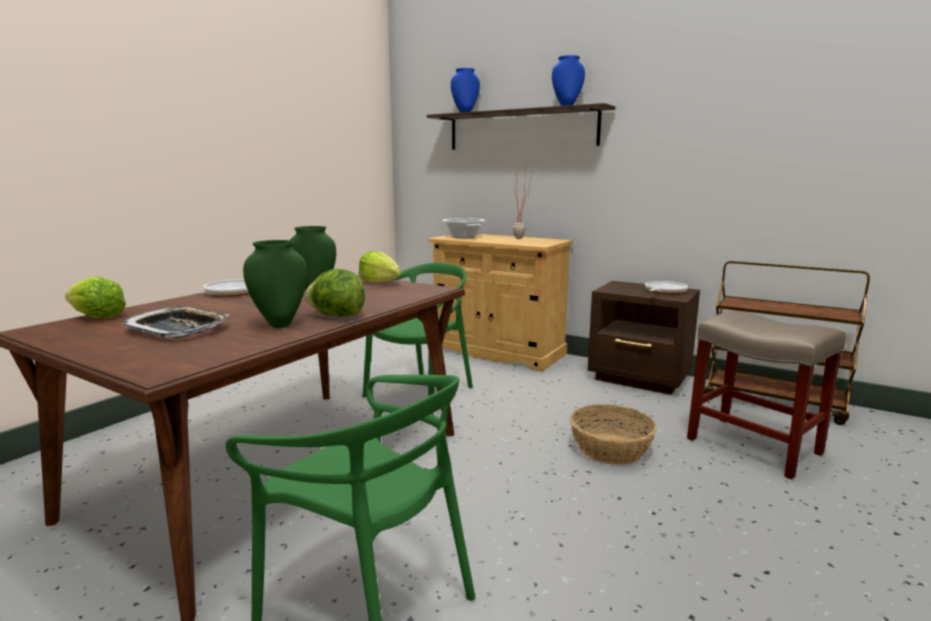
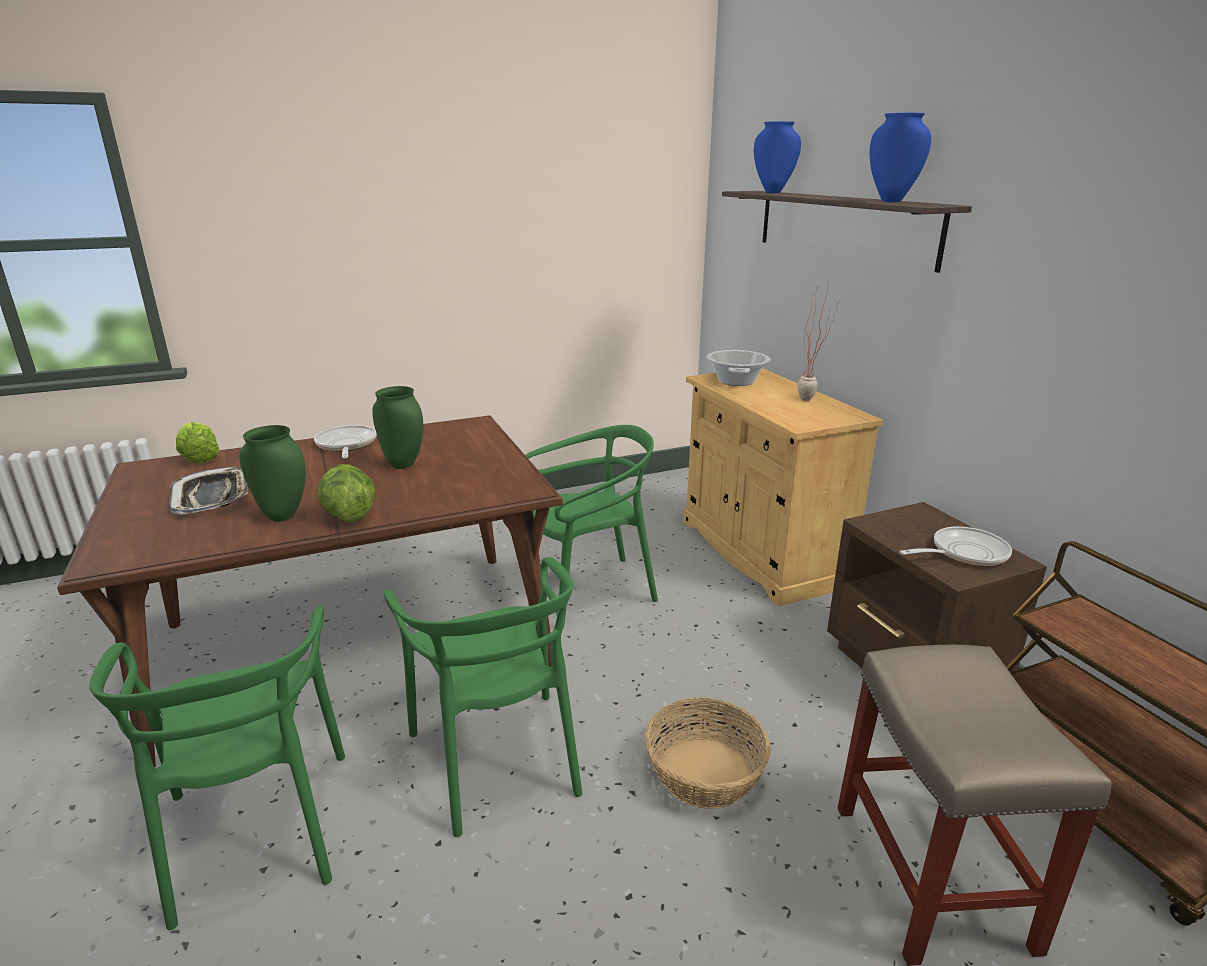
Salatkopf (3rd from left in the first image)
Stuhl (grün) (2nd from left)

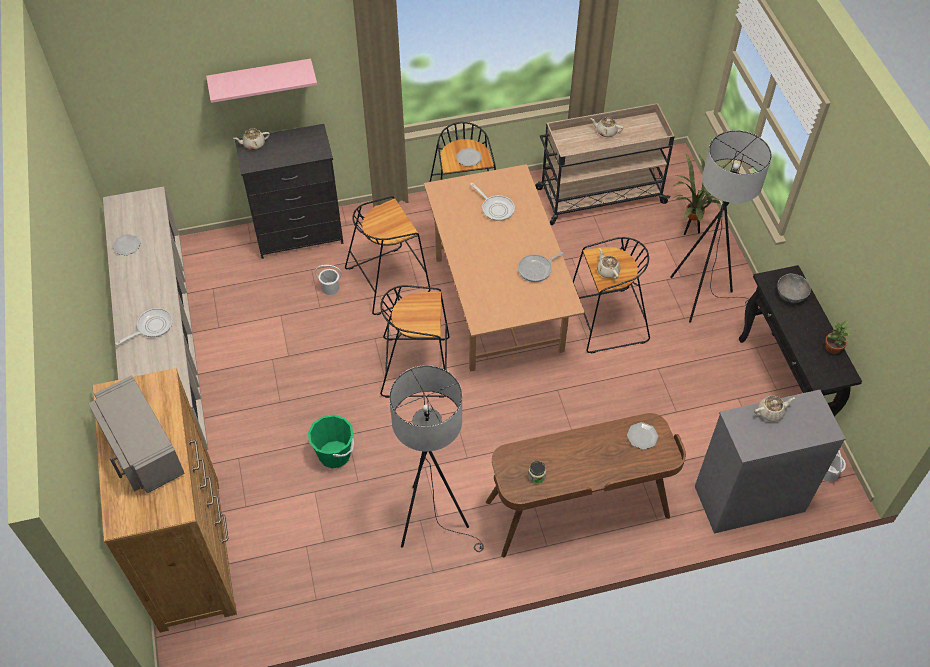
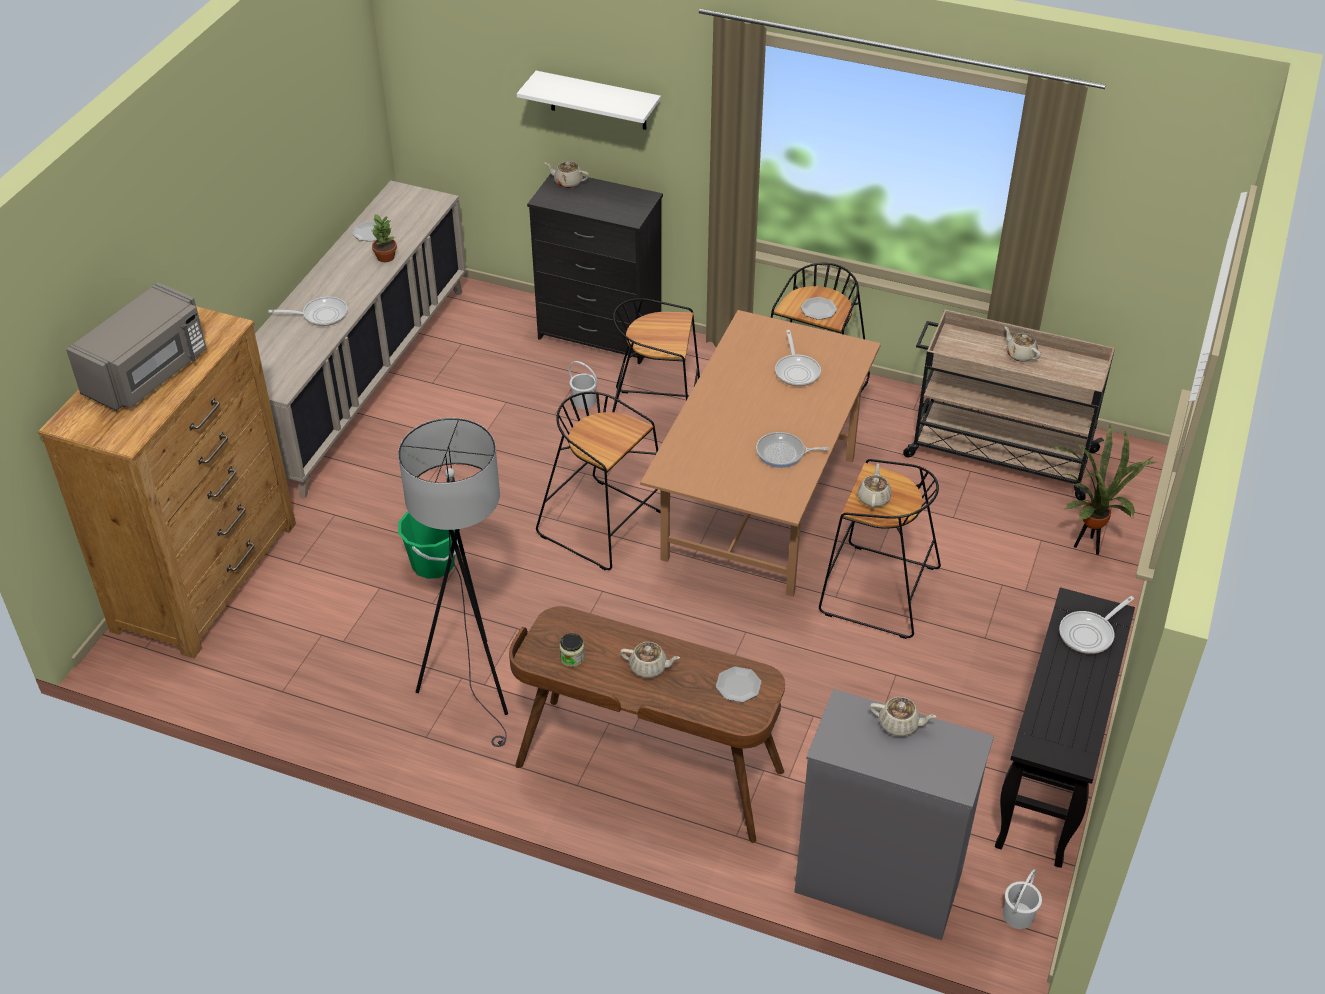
Wandregal (weiß)
Stehlampe (grau) (2nd from left in the first image)
Pfanne (4th from left)
Topfpflanze (1st from left)
Mikrowelle (grau)
Teekanne (beige) (2nd from left)

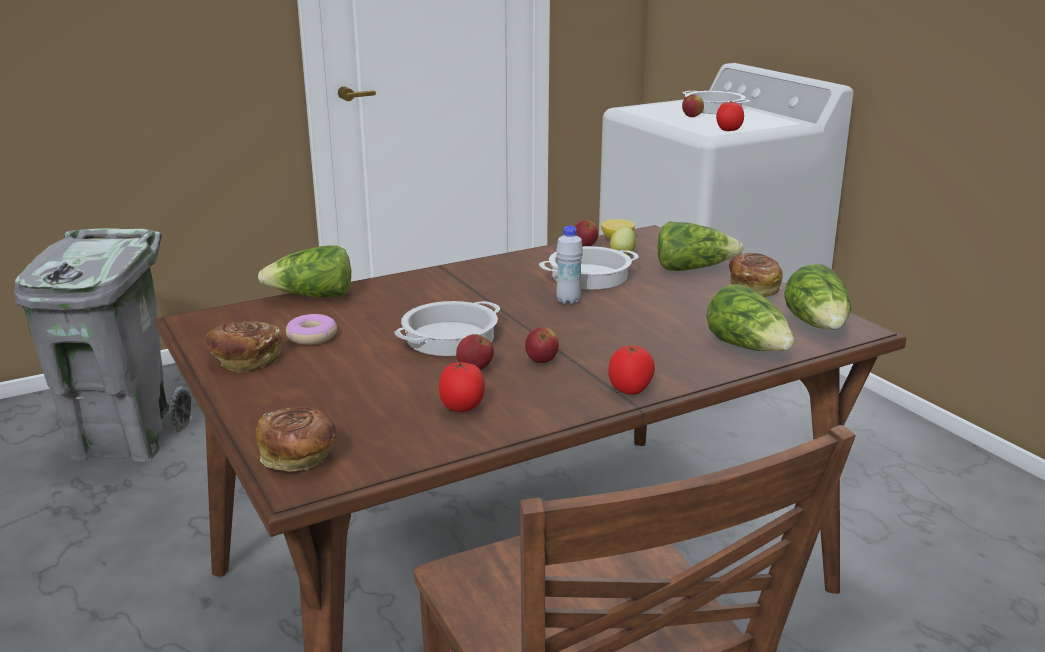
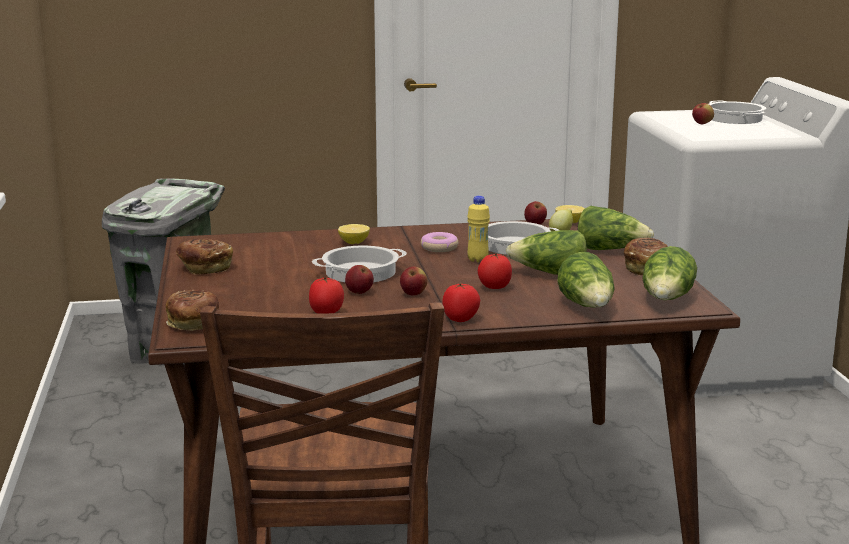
Tomate (3rd from left)
Flasche (gelb)
Salatkopf (1st from left)
Donut
Zitrone (1st from left)

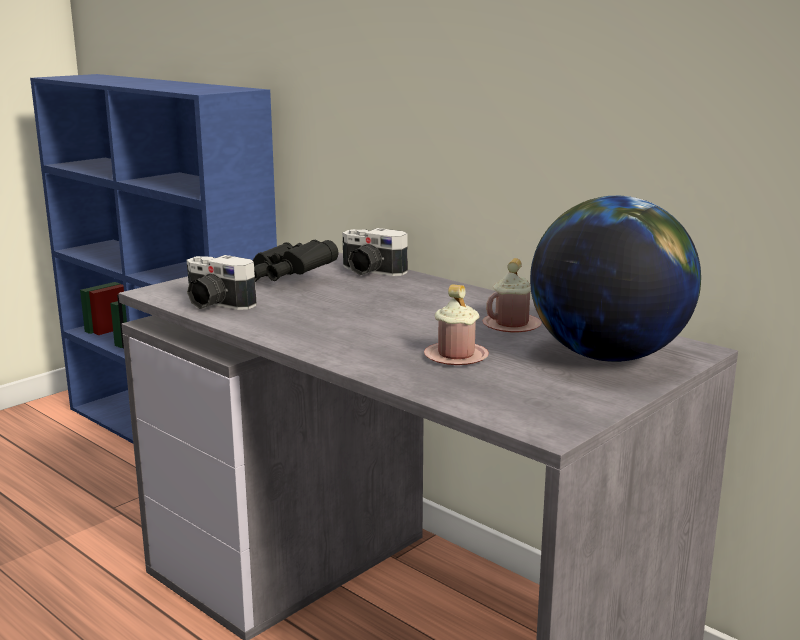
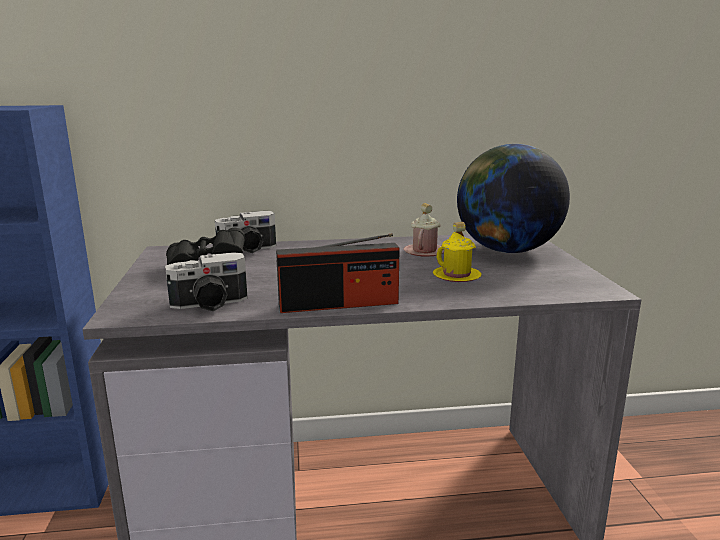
Henkelbecher (gelb)
Radio

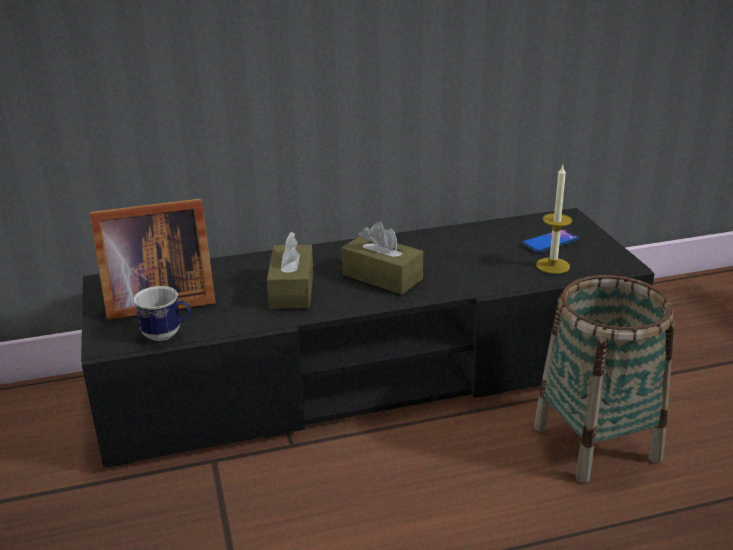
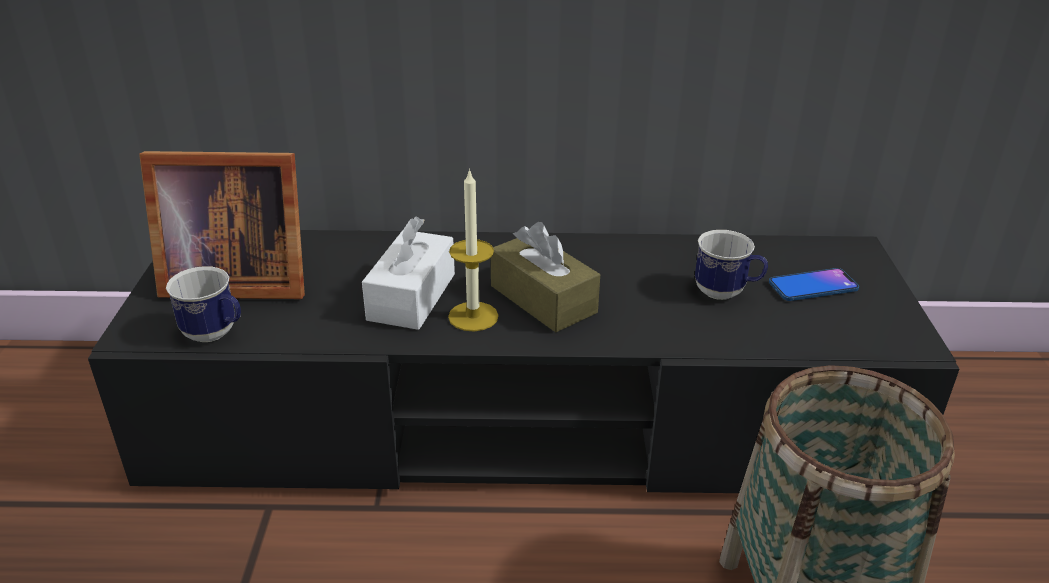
Kerze
Taschentuchbox (weiß)
Henkelbecher (2nd from left)

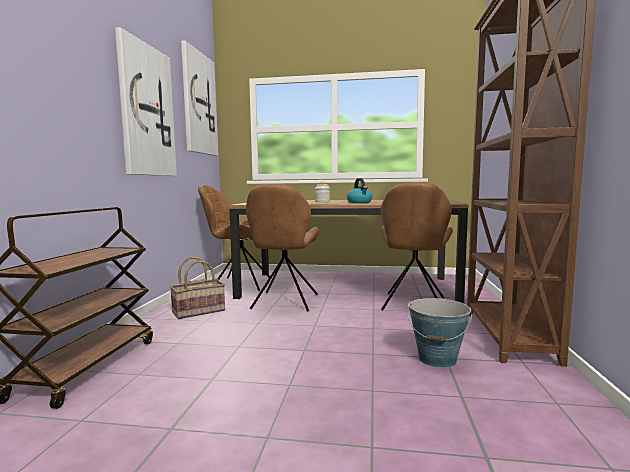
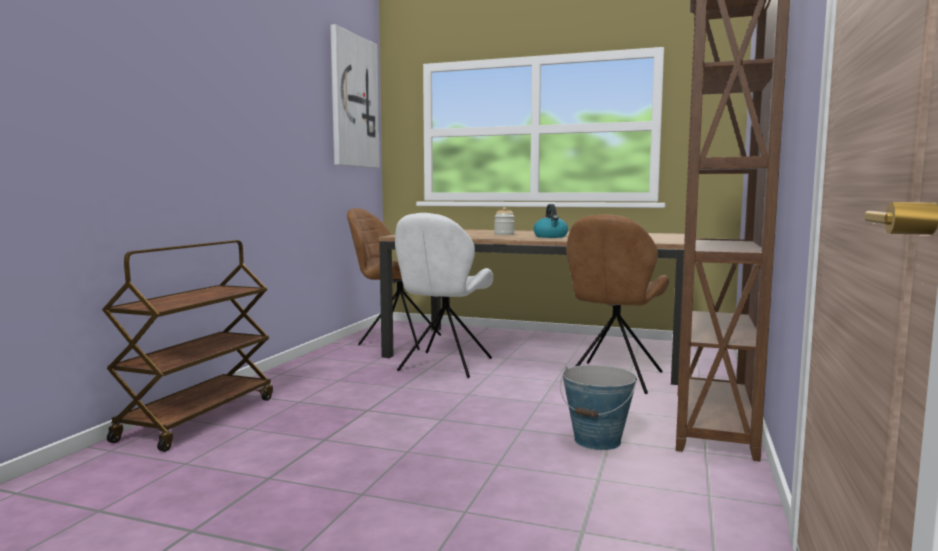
Bild (1st from left in the first image)
Stuhl (weiß)
Korb

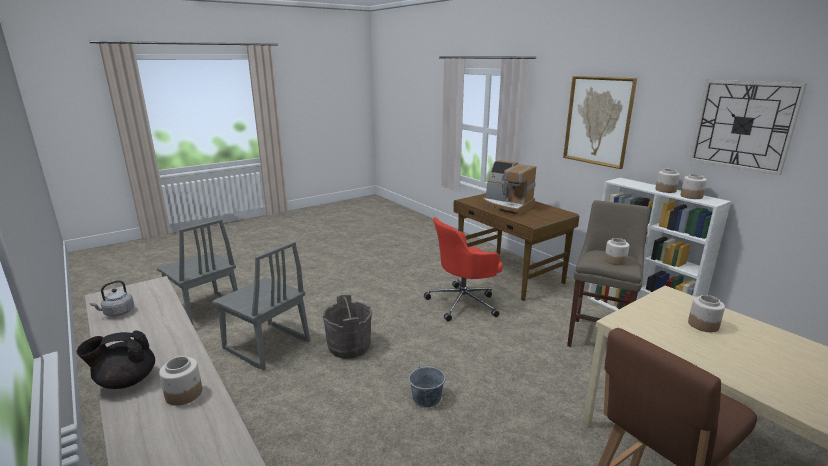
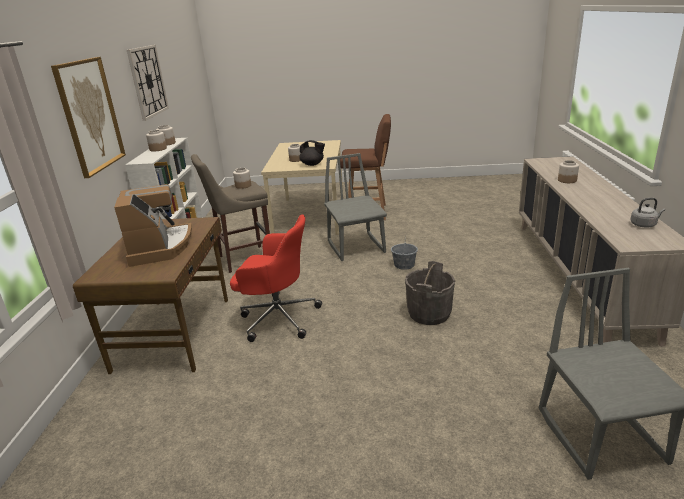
Stuhl (grau) (1st from left)
Teekanne (schwarz)

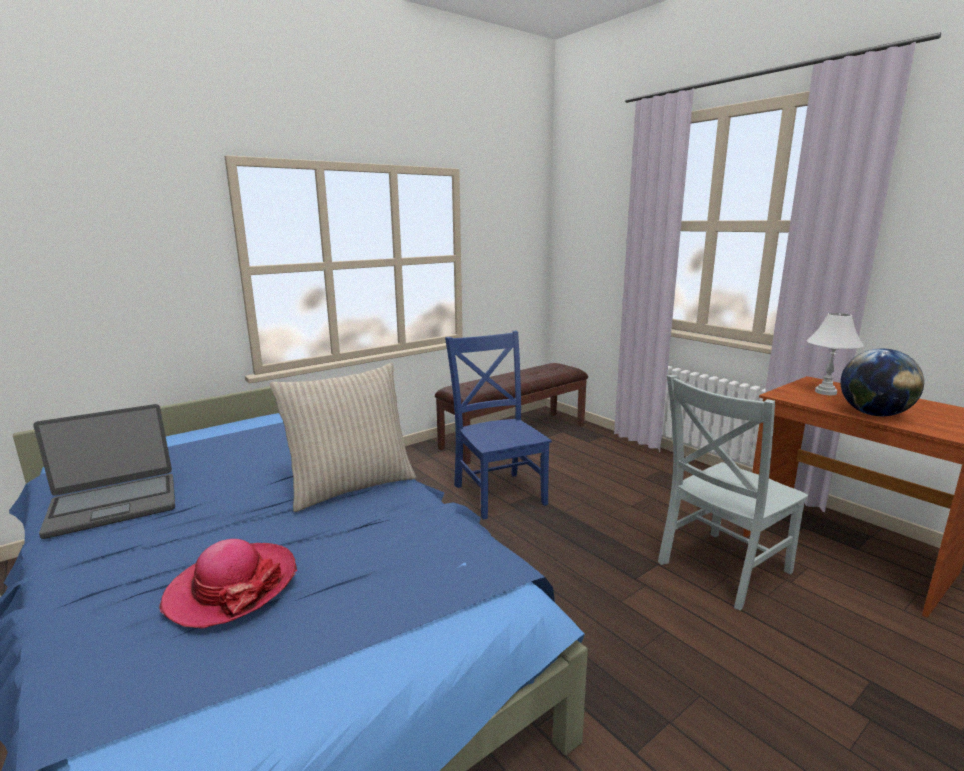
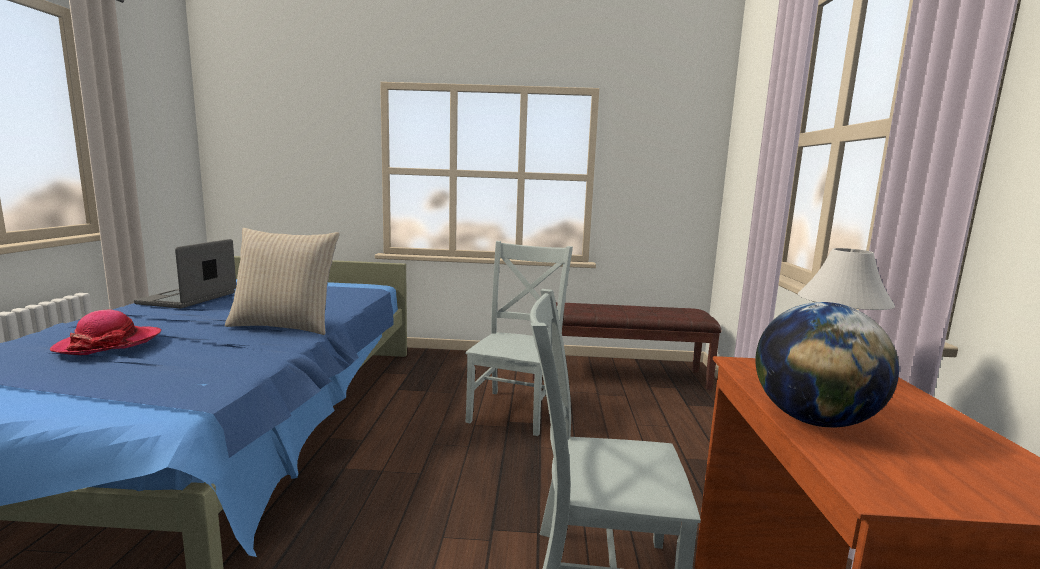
Stuhl (grau) (1st from left)
Laptop

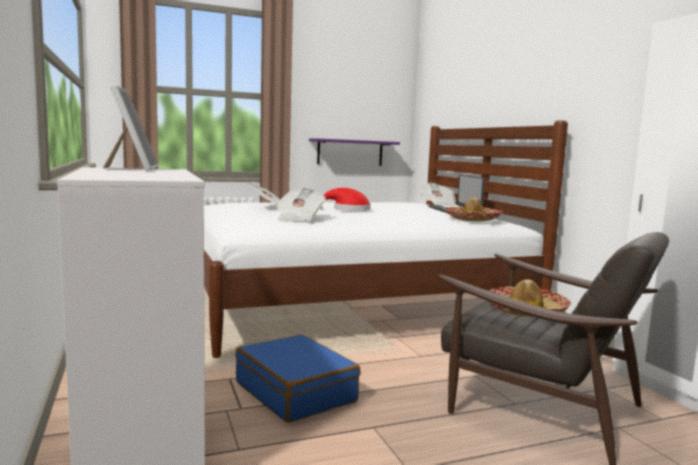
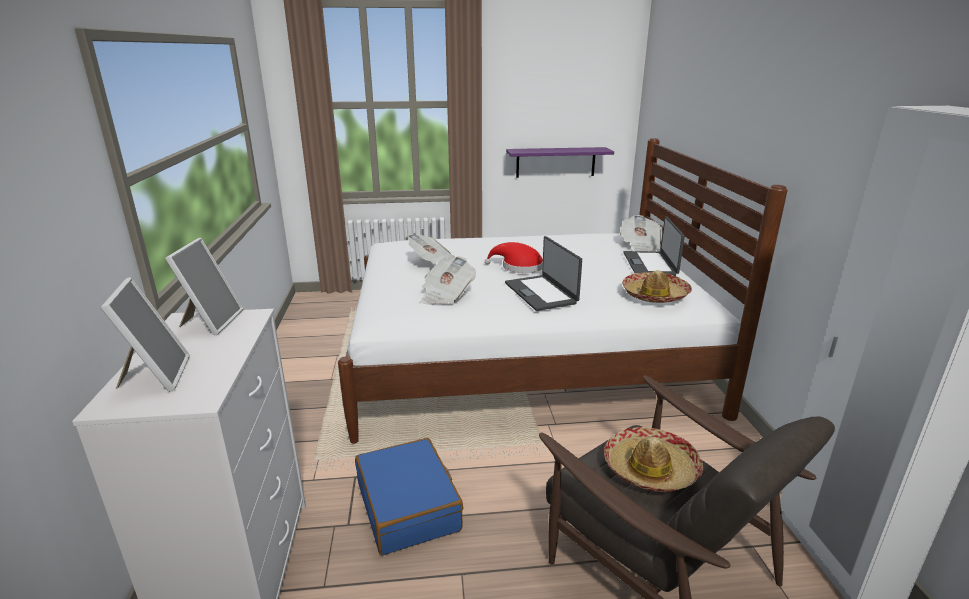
Laptop (1st from left)
Bilderrahmen (1st from left)

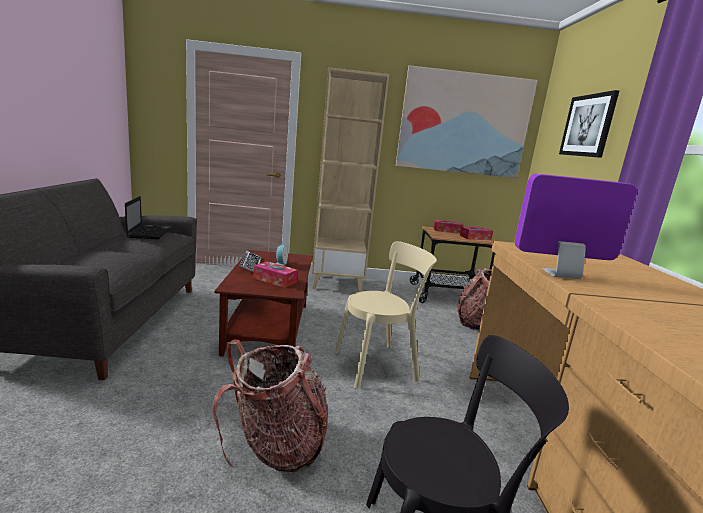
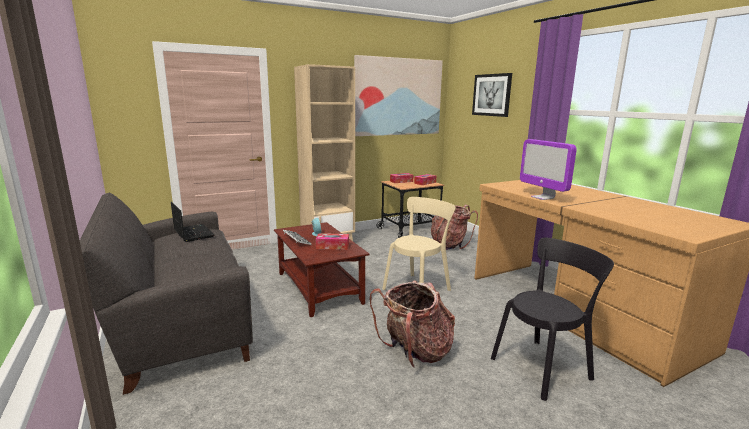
Monitor

